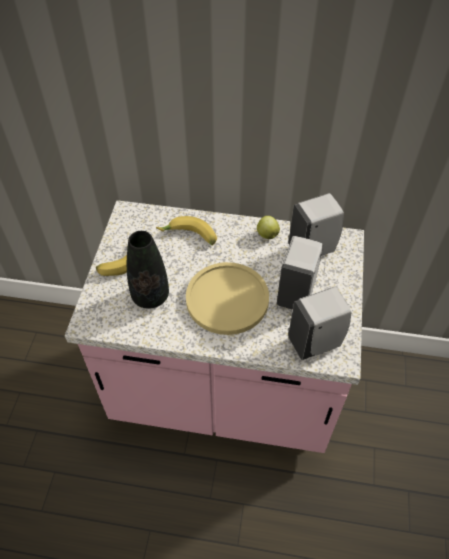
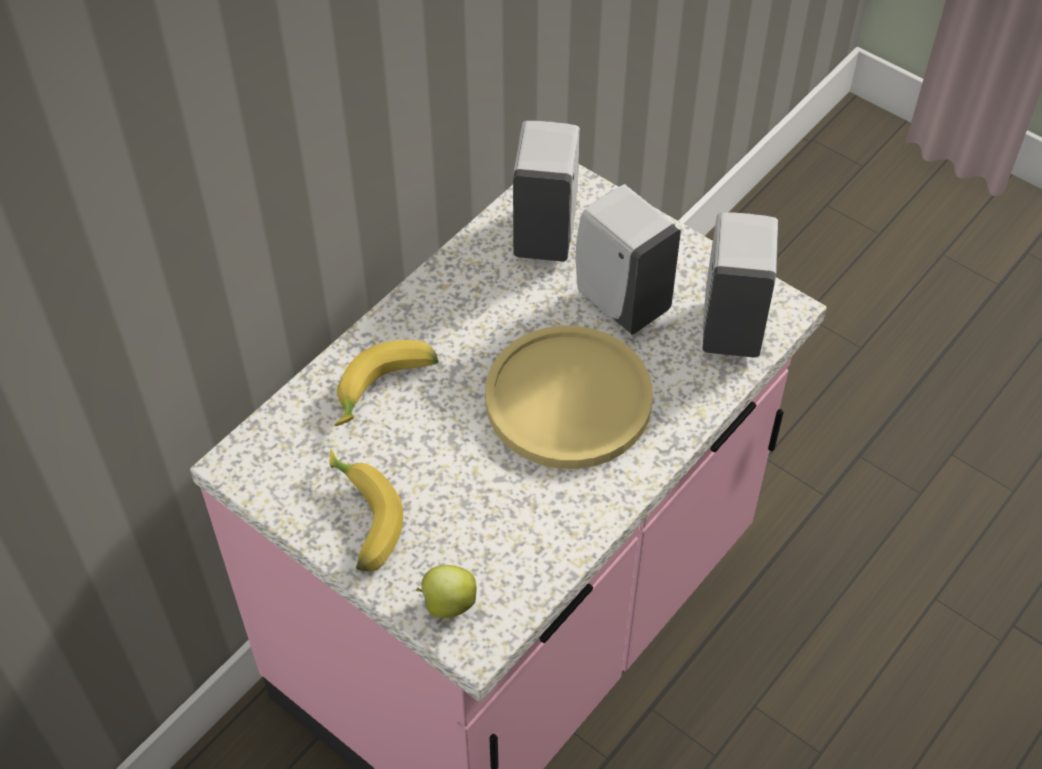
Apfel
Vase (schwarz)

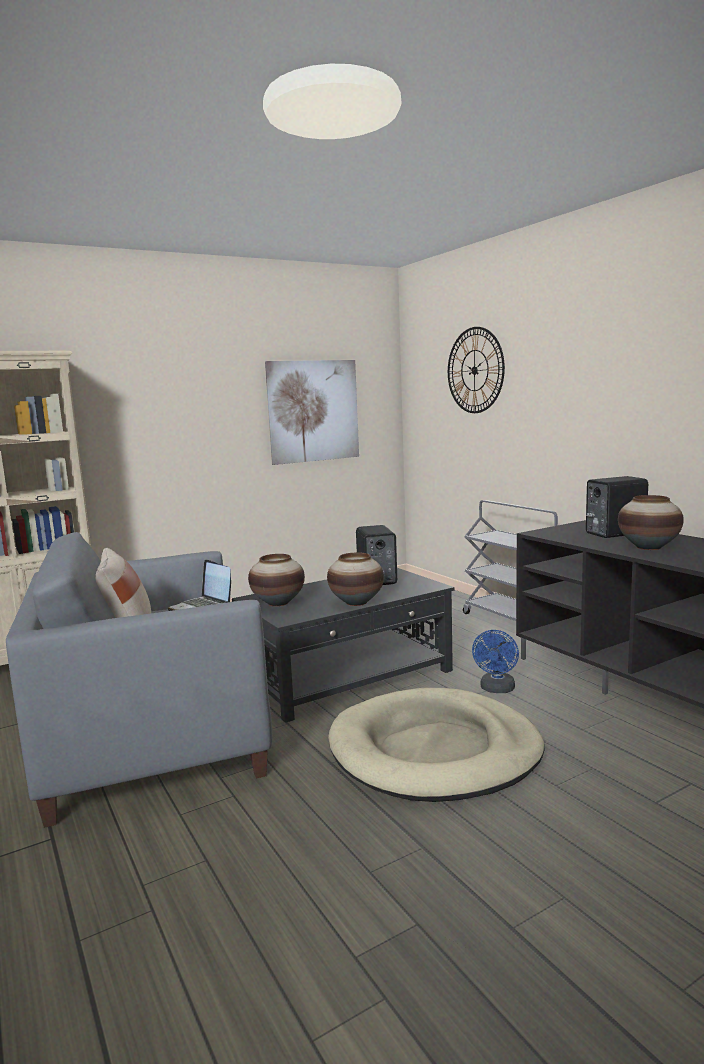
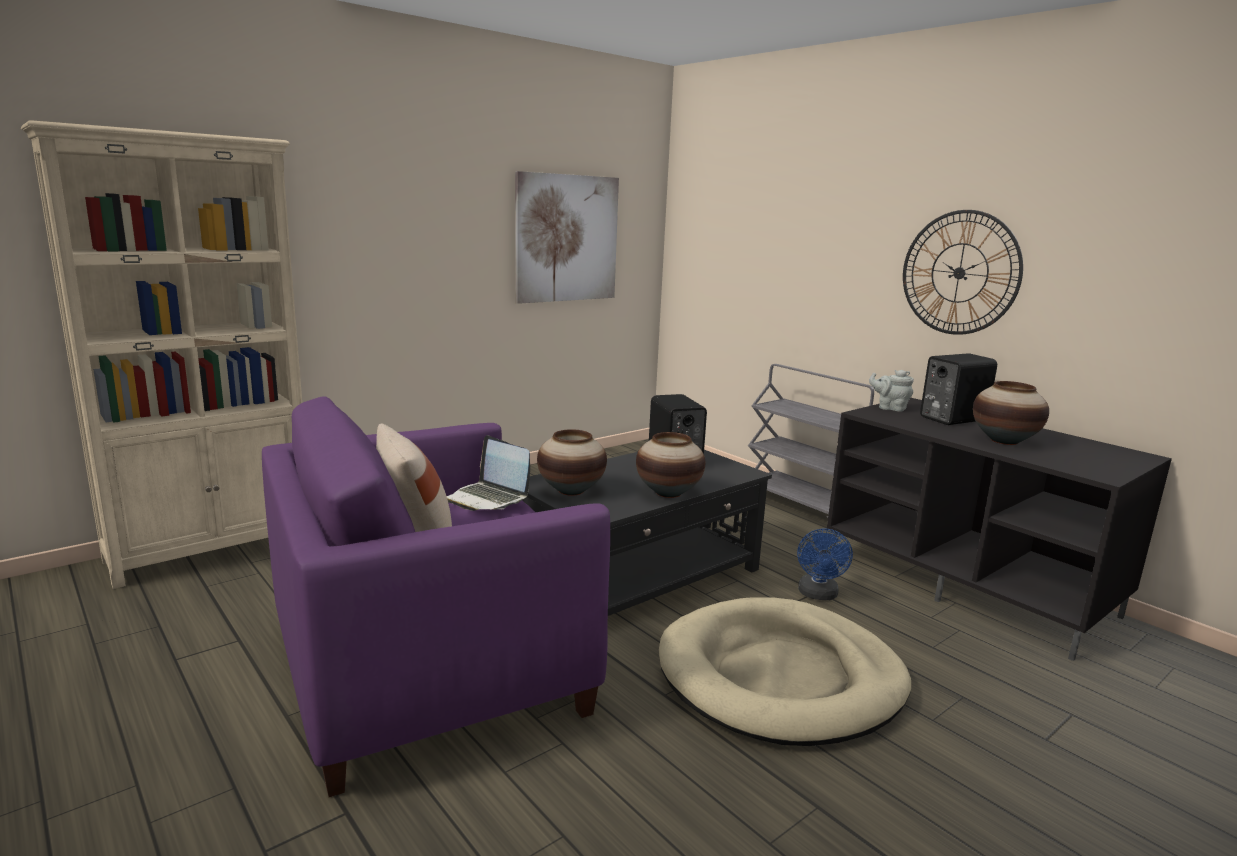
Wanduhr
Sessel (lila)
Teekanne (grau)

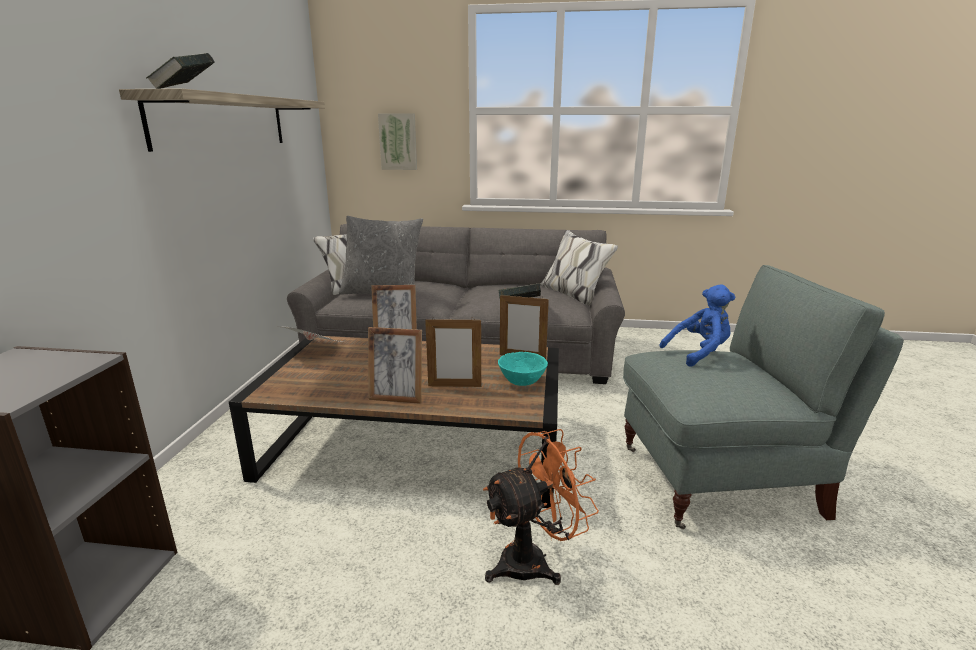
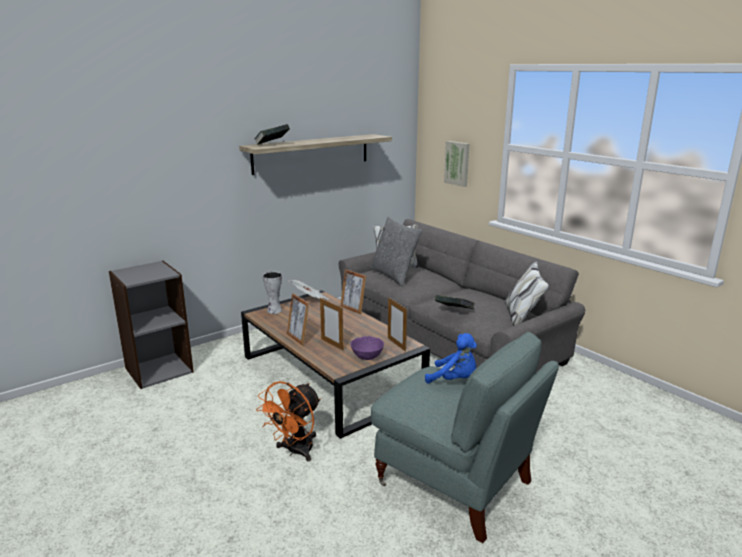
Schüssel (lila)
Ventilator (orange)
Vase

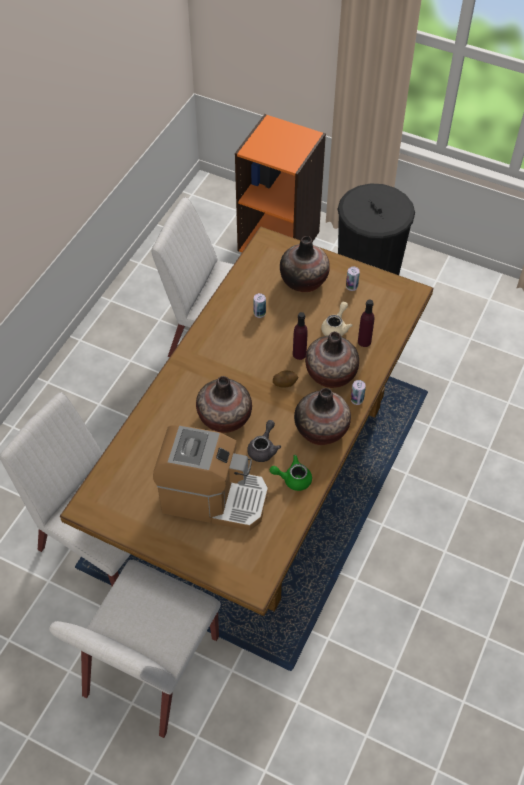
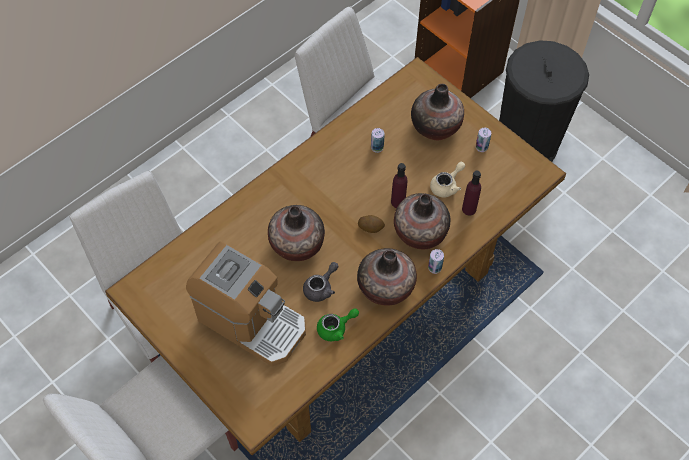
Teekanne (grün)

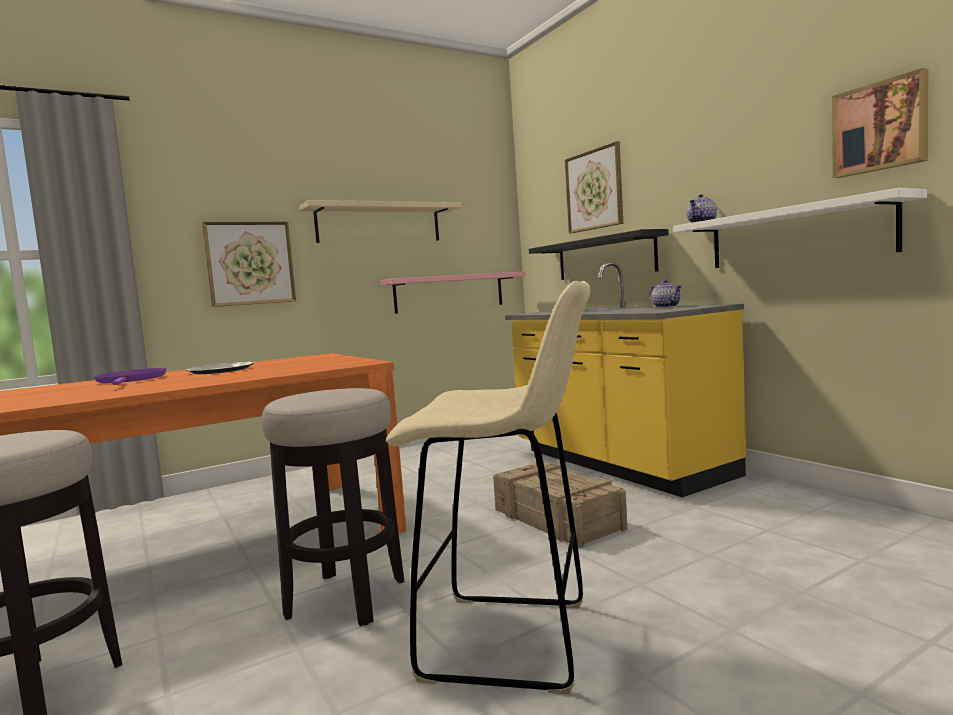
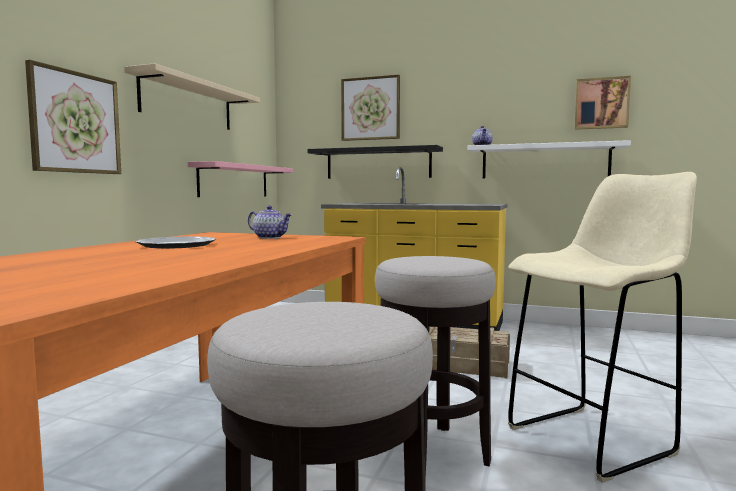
Teekanne (1st from left)
Pfanne (lila)

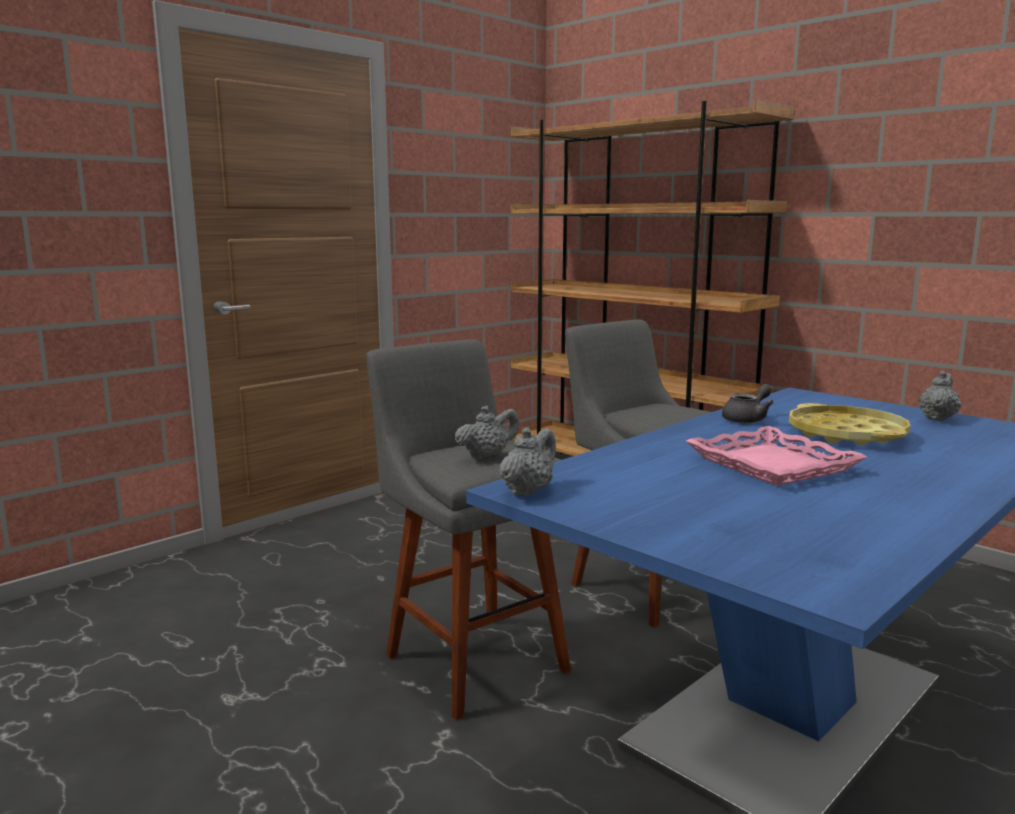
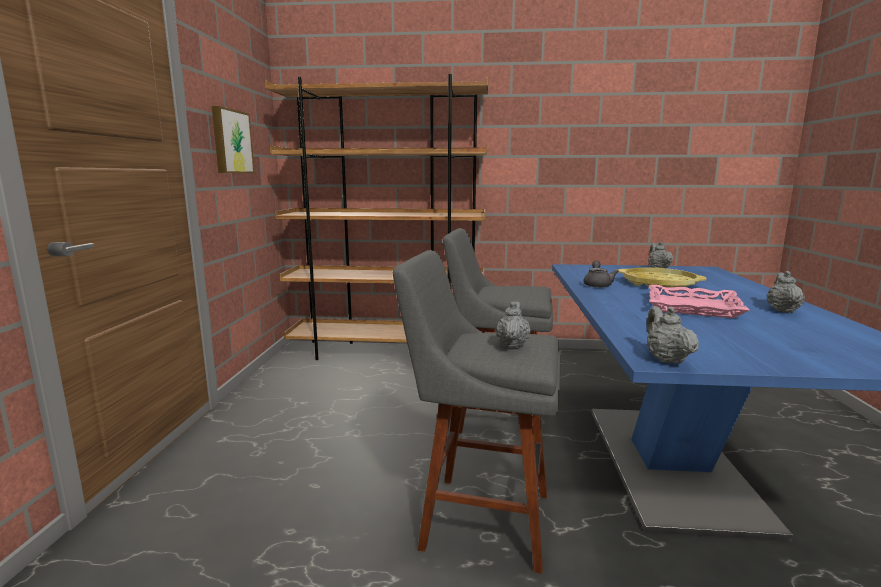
Bild
Teekanne (grau) (5th from left)

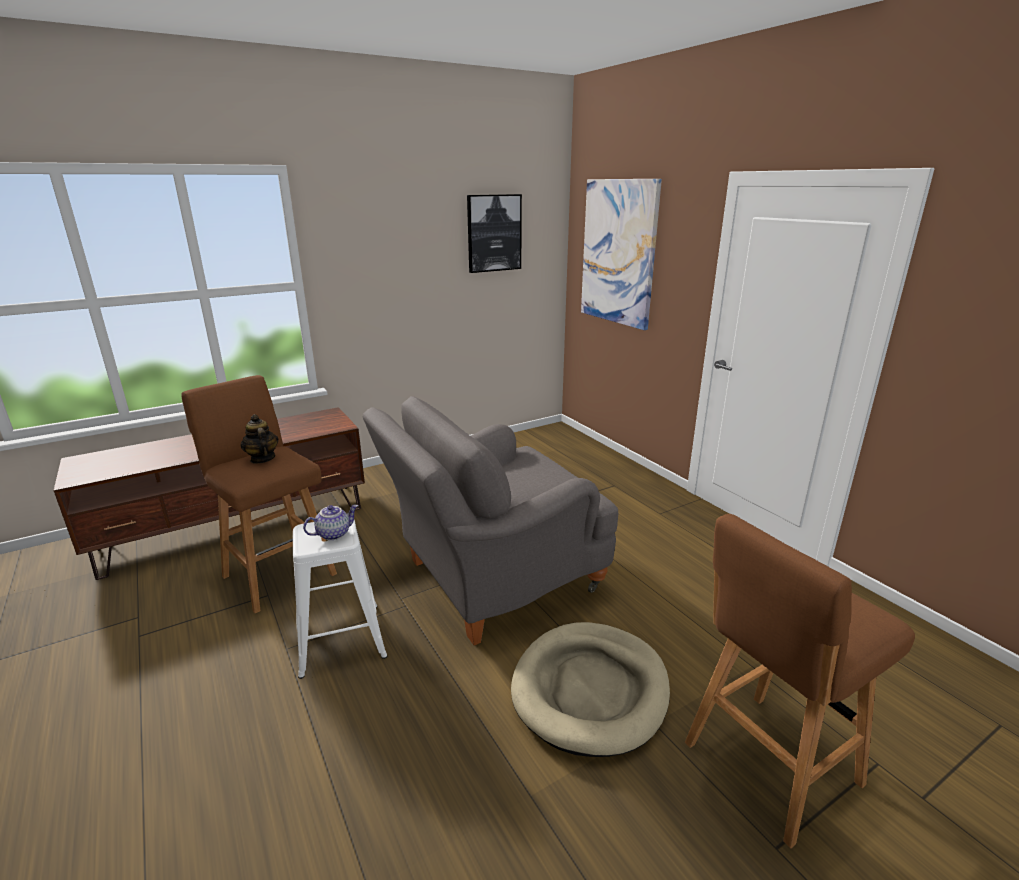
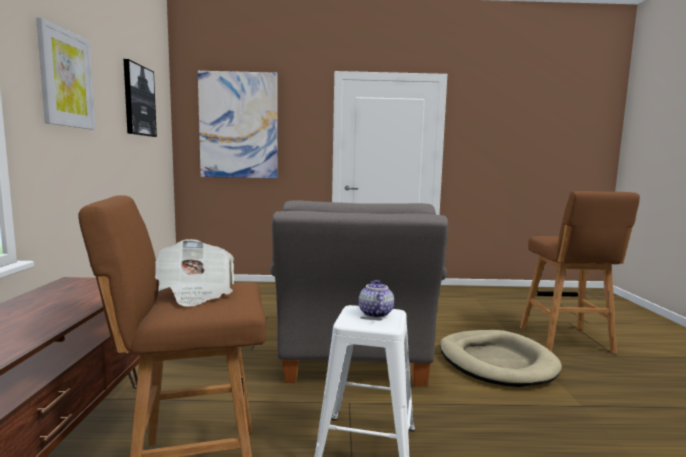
Zeitung
Bild (1st from left)

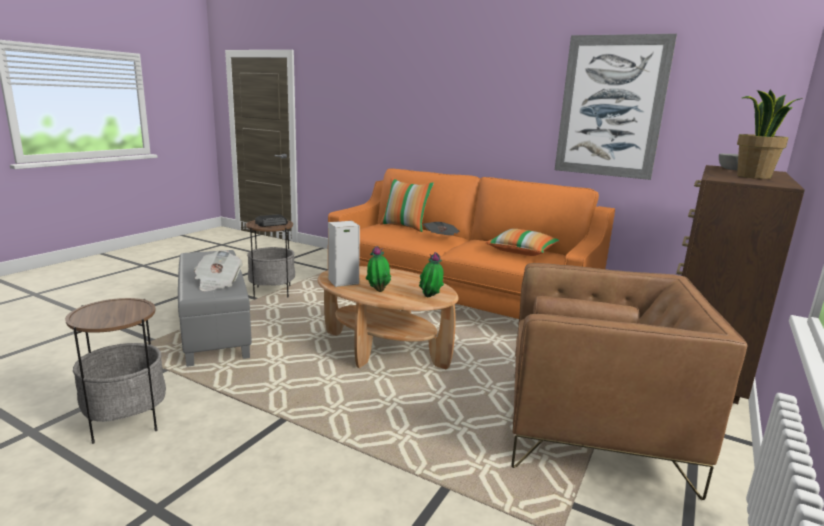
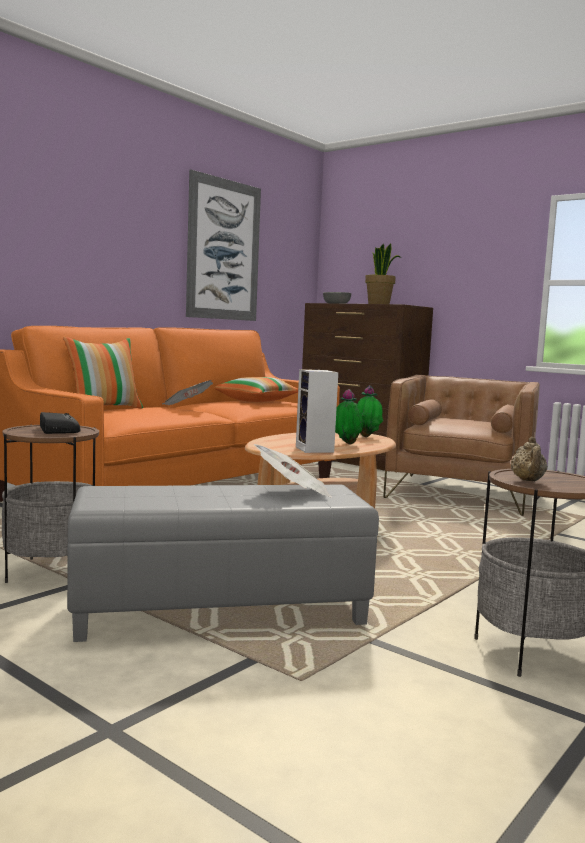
Teekanne (beige)

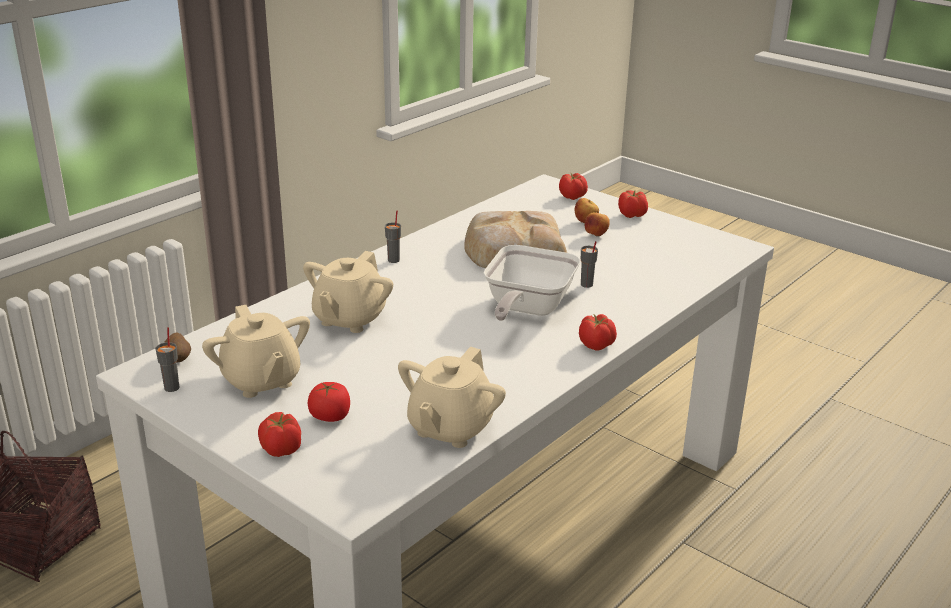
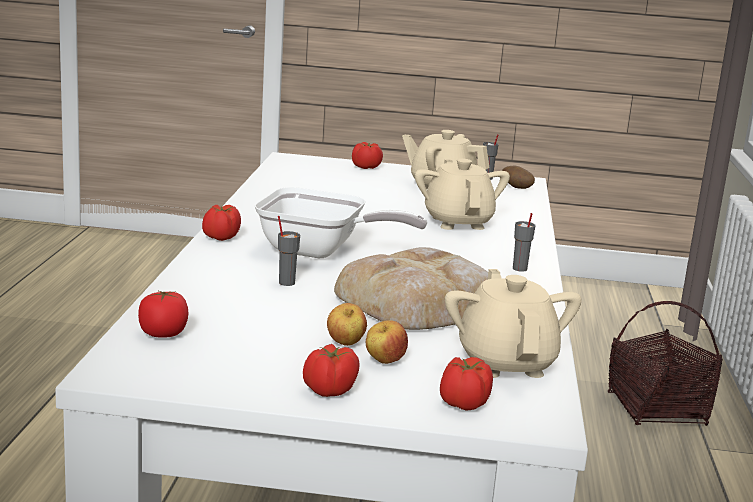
Pfanne
Teekanne (beige) (3rd from left)
Tomate (1st from left)

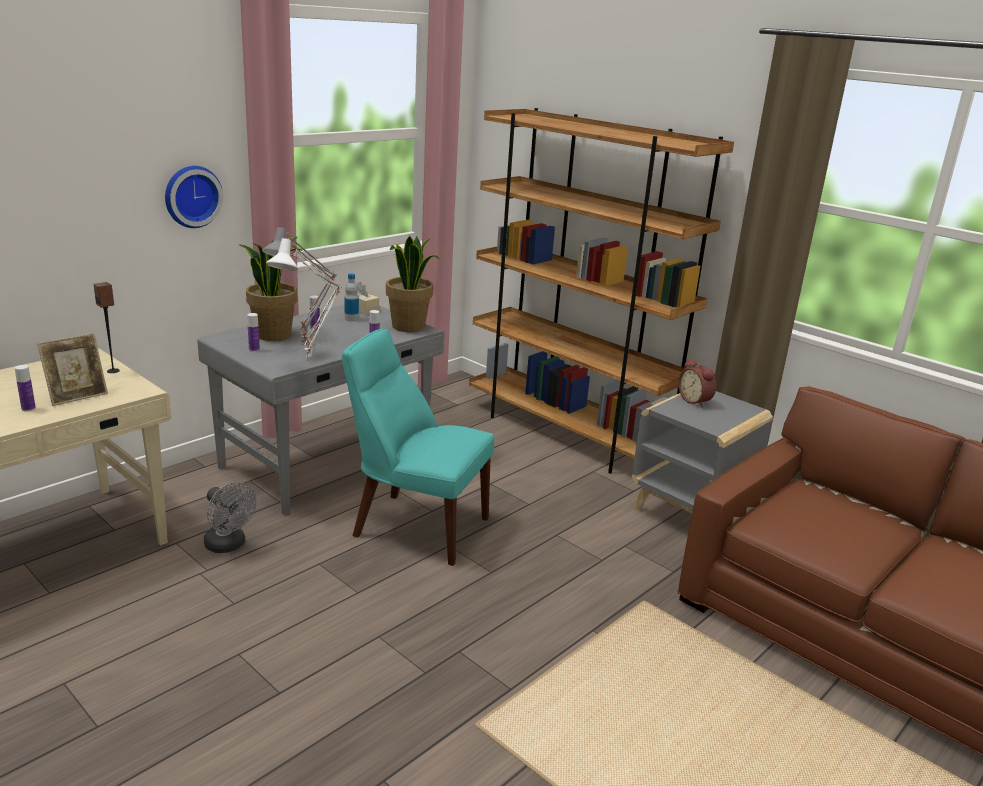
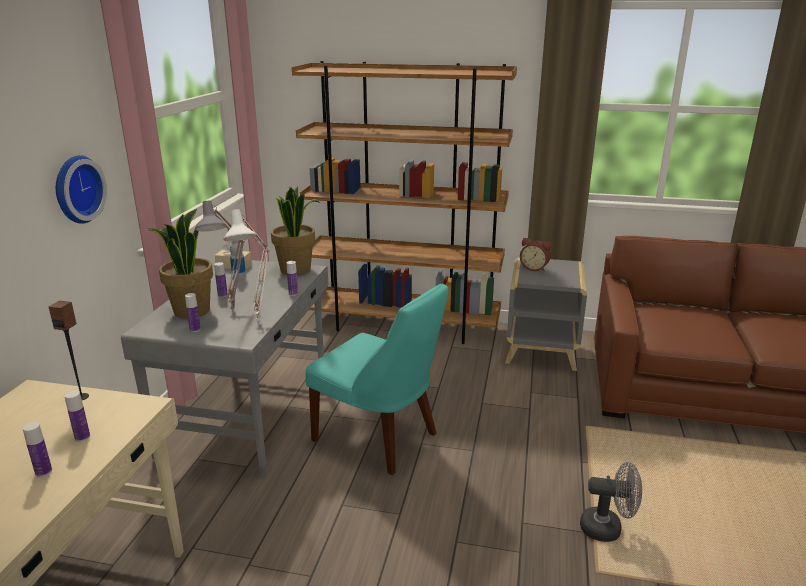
Stuhl (türkis)
Flasche (2nd from left)
Ventilator (grau)

